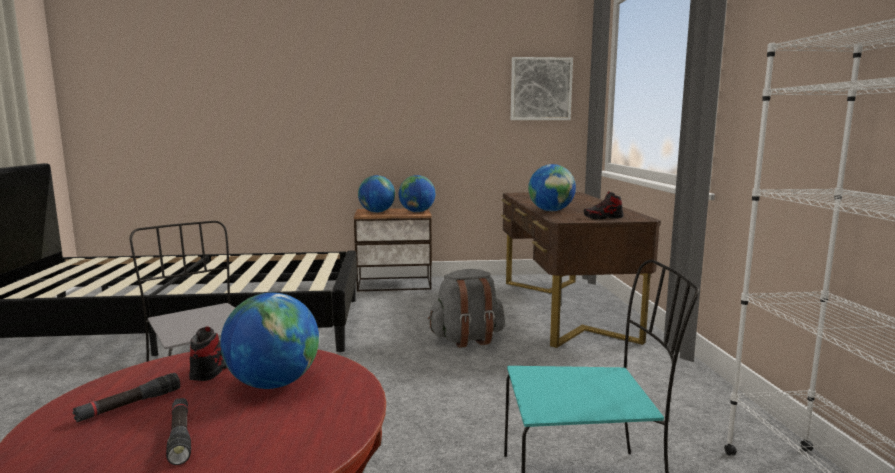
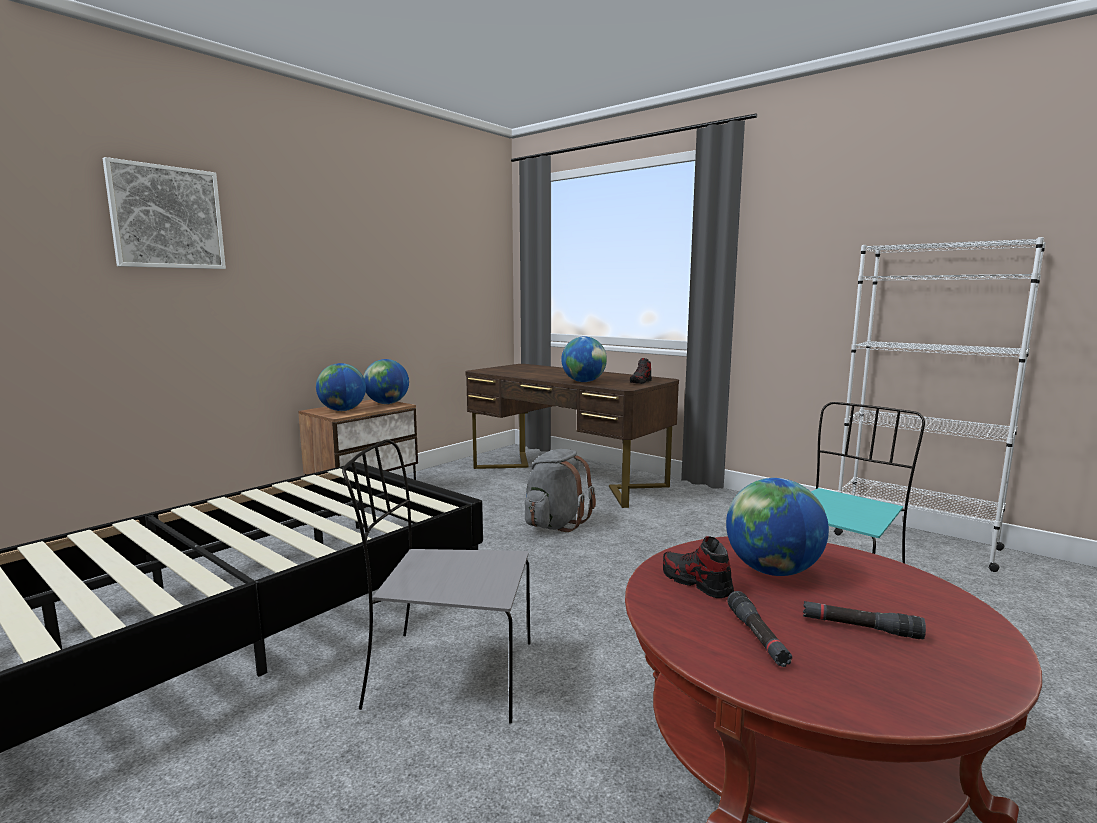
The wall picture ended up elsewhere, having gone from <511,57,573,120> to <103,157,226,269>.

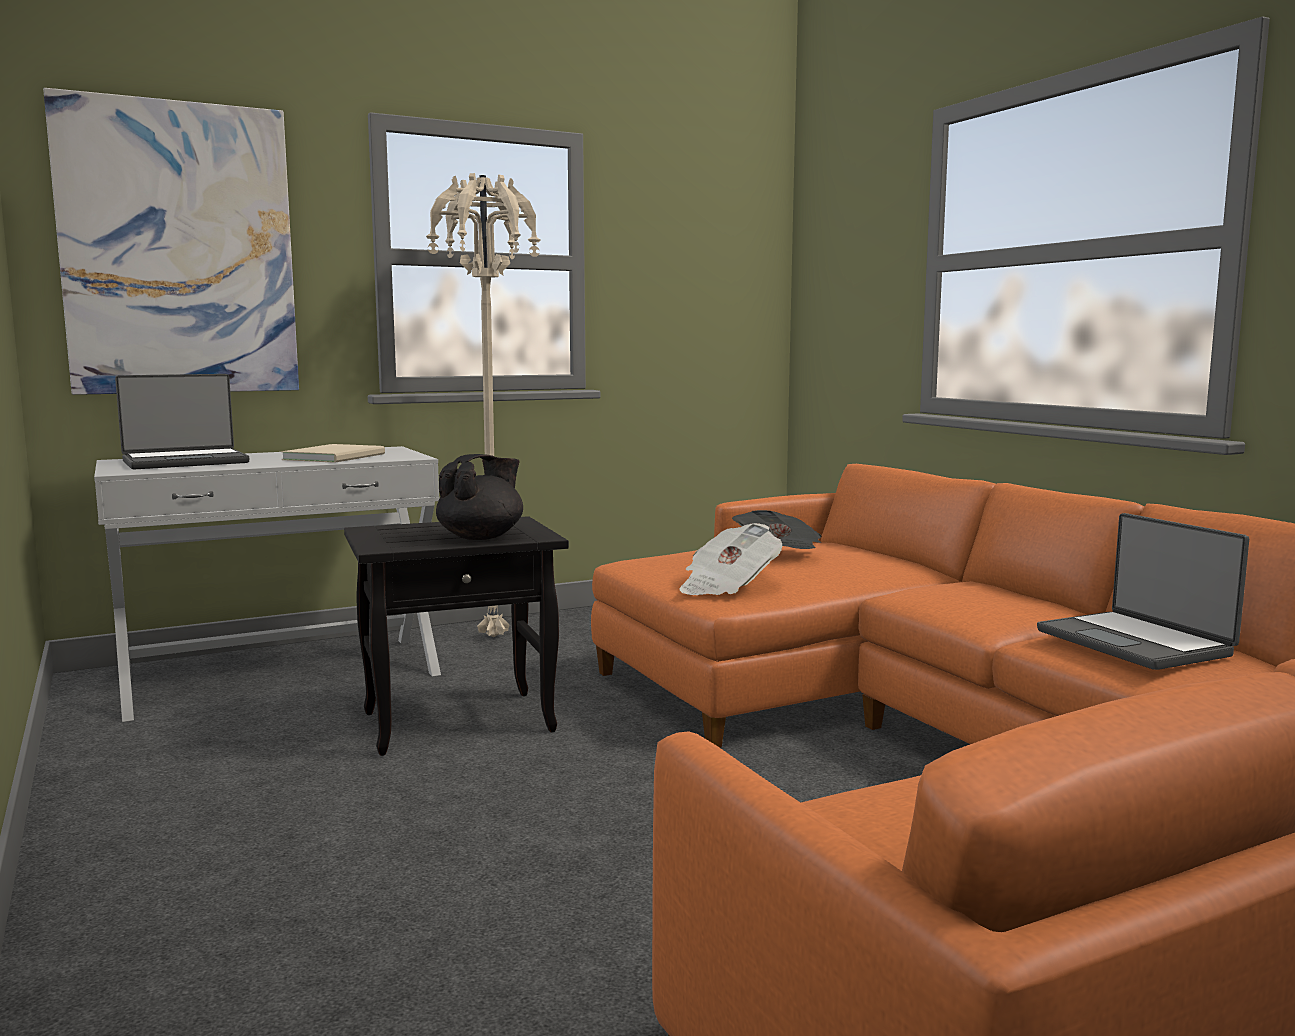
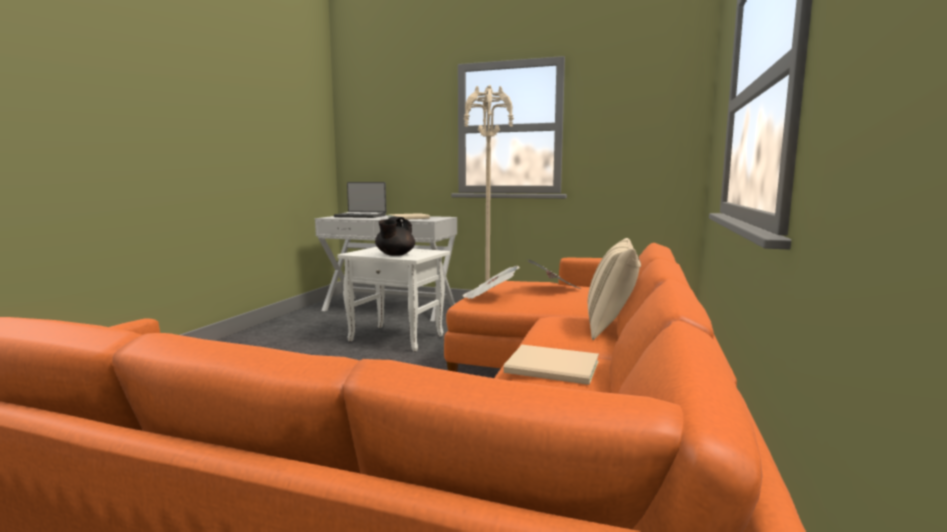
The second view lost the wall picture at <43,88,299,395>.
The teapot (black) at <436,454,523,540> ended up facing another way, 120 degrees clockwise from before.
Where the notebook computer stood at <1037,513,1249,670>, the book (beige) came to stand at <503,345,599,385>.
What was the end table (black) at <344,516,569,756> turned into the end table (whitish) at <337,247,450,352>.
The second view gained the pillow (beige) at <588,238,641,340>.

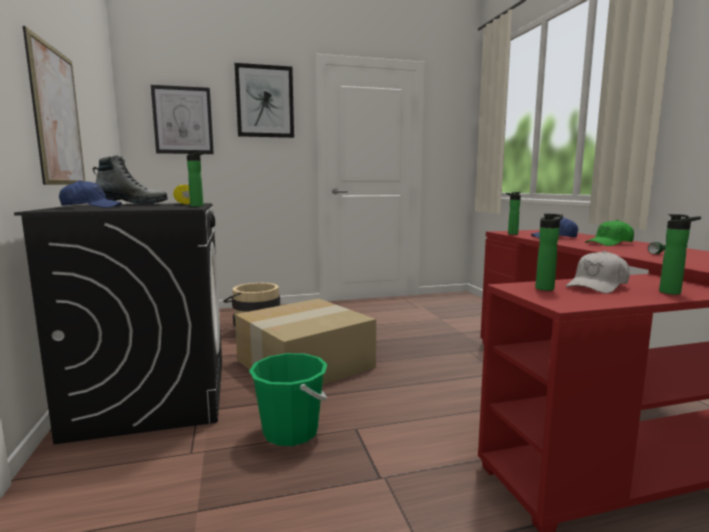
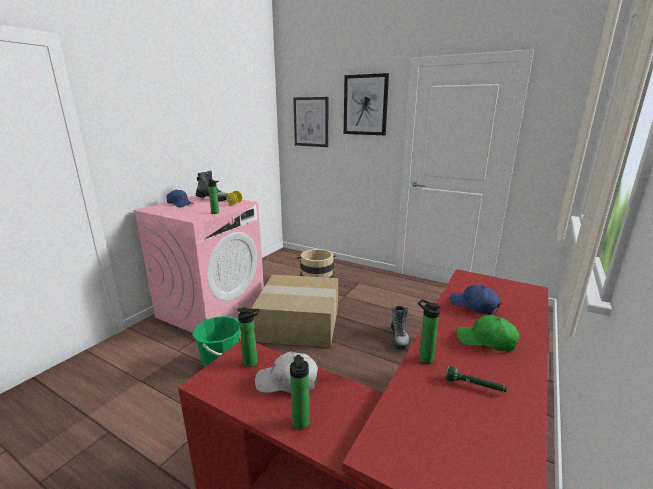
The second view lost the wall picture at <23,26,85,185>.
The beverage bottle ended up elsewhere, having gone from <506,192,521,235> to <418,299,440,364>.
What was the laundry appliance (black) at <14,203,222,445> turned into the laundry appliance (pinkish) at <133,195,264,333>.
The second view gained the tall boot at <391,306,410,349>.

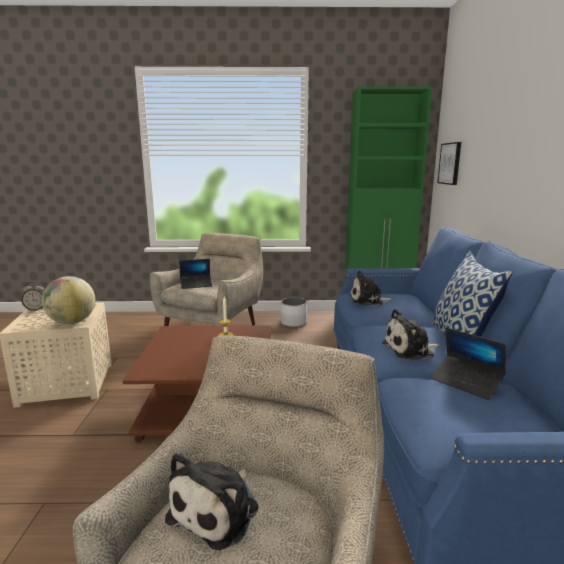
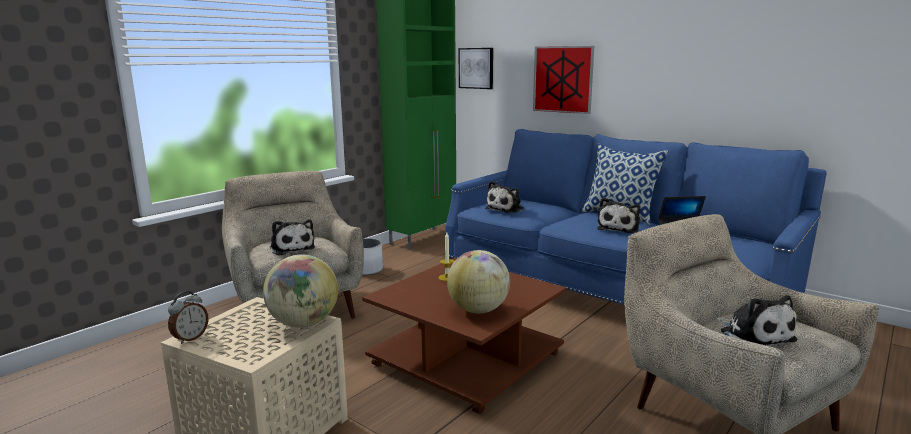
Where the notebook computer stood at <179,259,212,289>, the soft toy came to stand at <270,219,315,256>.
The second view gained the wall picture at <533,46,594,114>.
The second view gained the world globe at <447,250,510,313>.

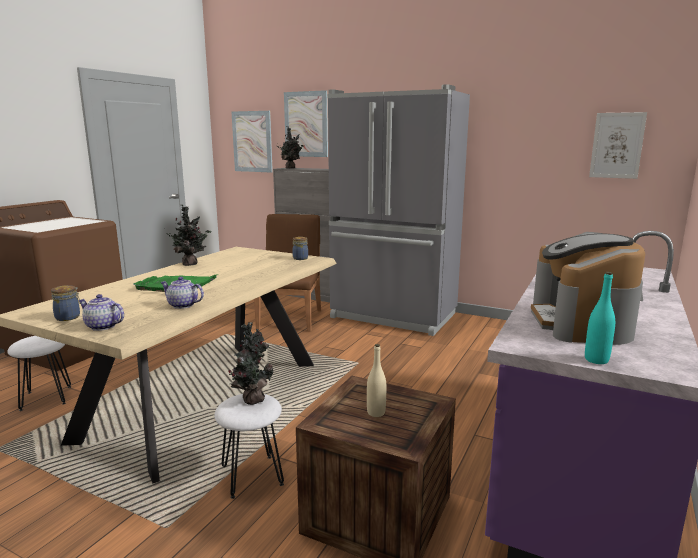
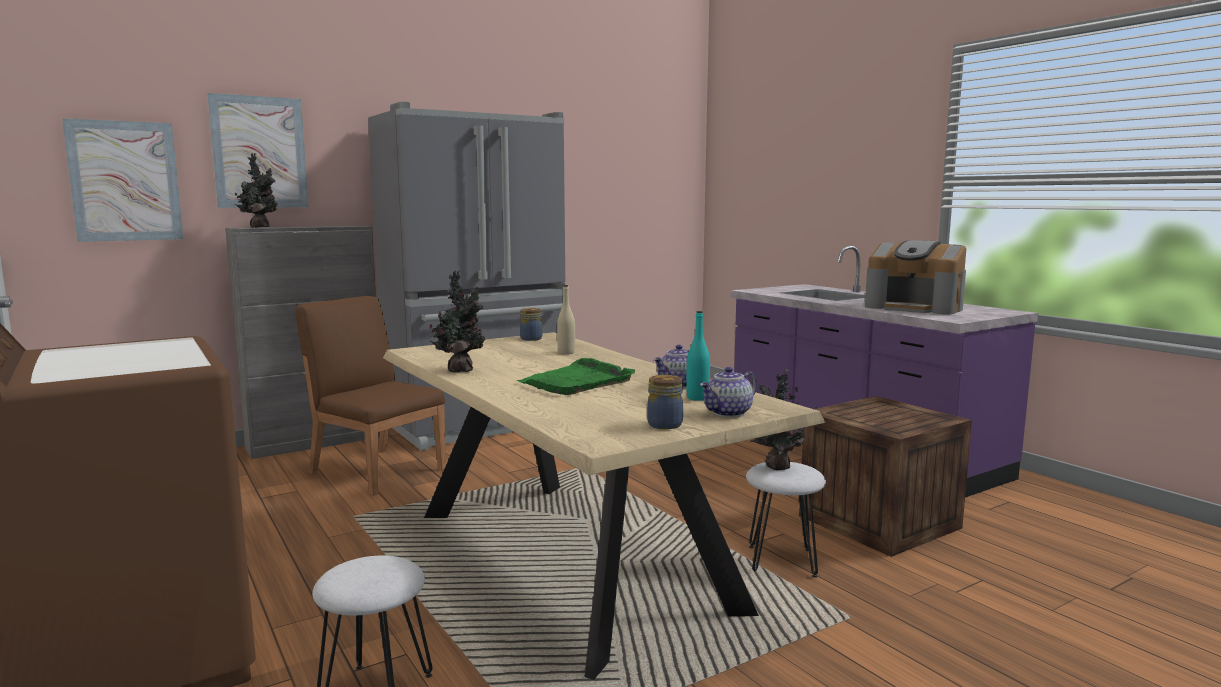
The second view lost the wall picture at <589,112,647,179>.
The beverage bottle (turquoise) ended up elsewhere, having gone from <585,272,615,364> to <686,311,710,401>.
The beverage bottle (beige) ended up elsewhere, having gone from <367,344,386,417> to <557,285,575,354>.

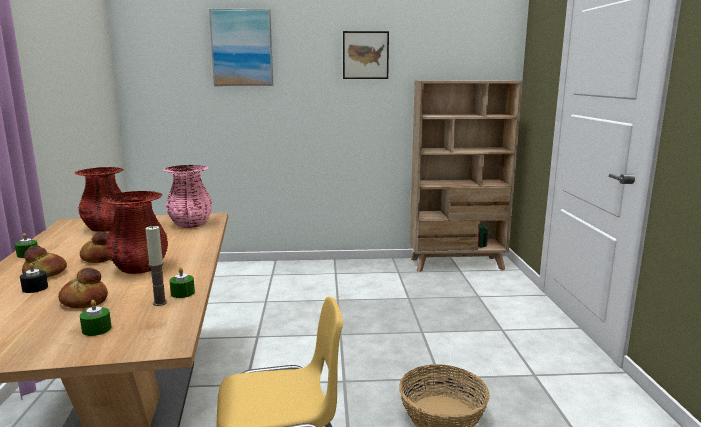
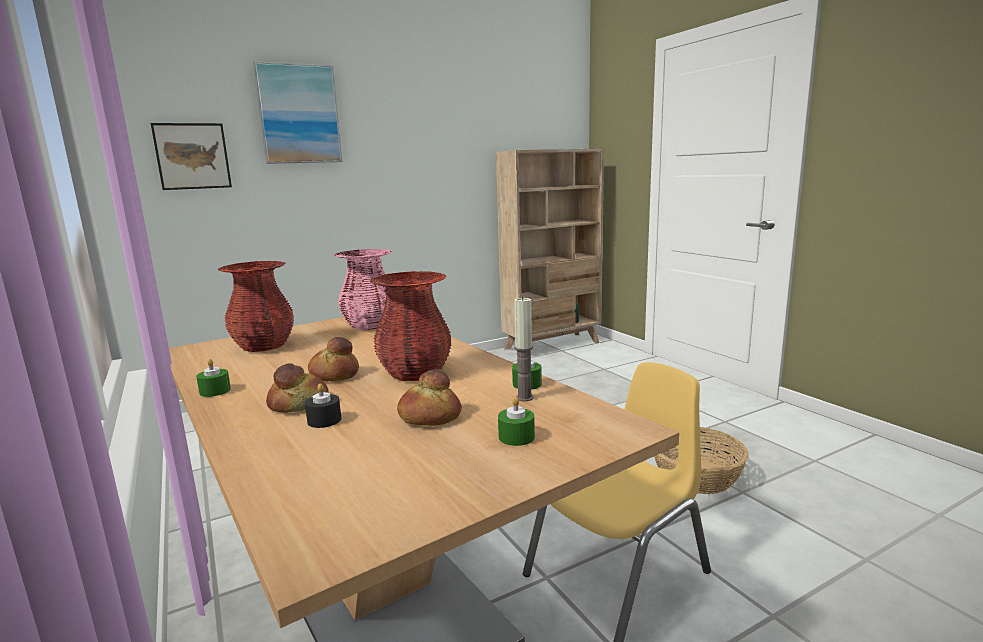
The wall picture ended up elsewhere, having gone from <343,31,389,79> to <151,123,232,190>.

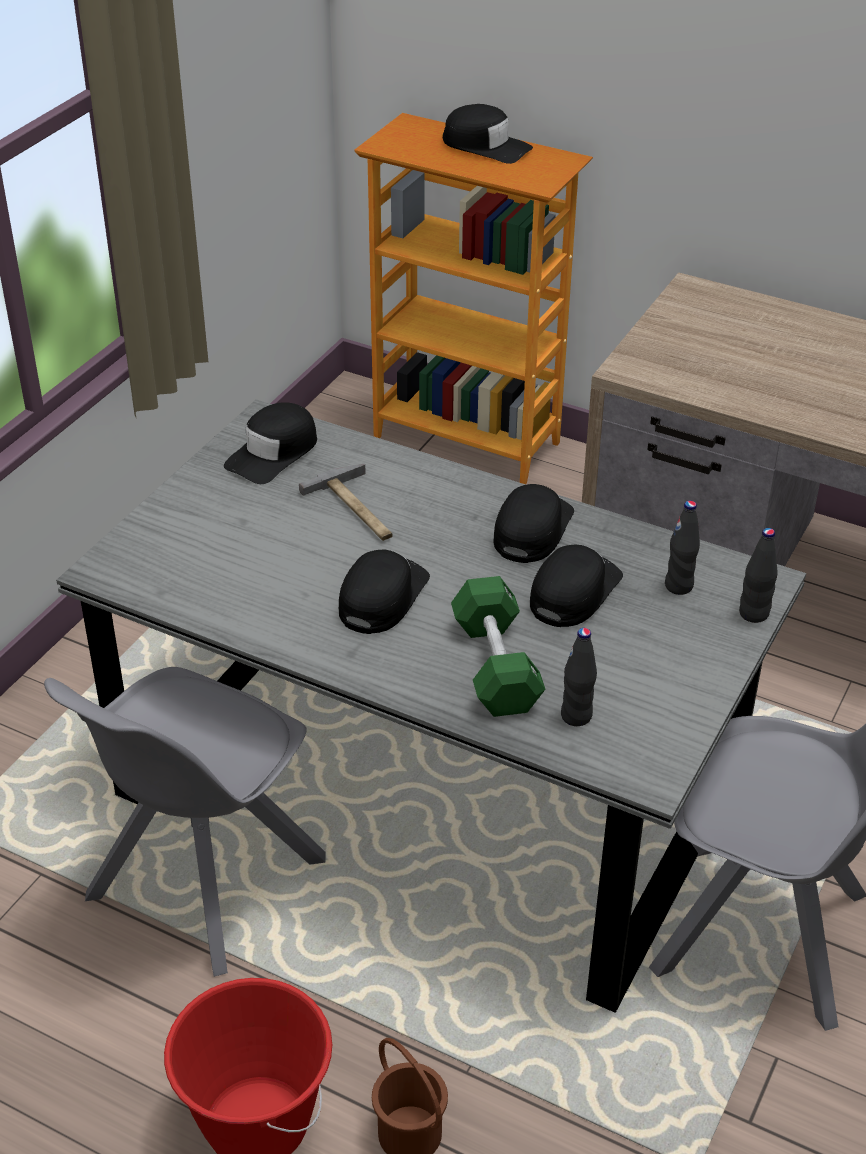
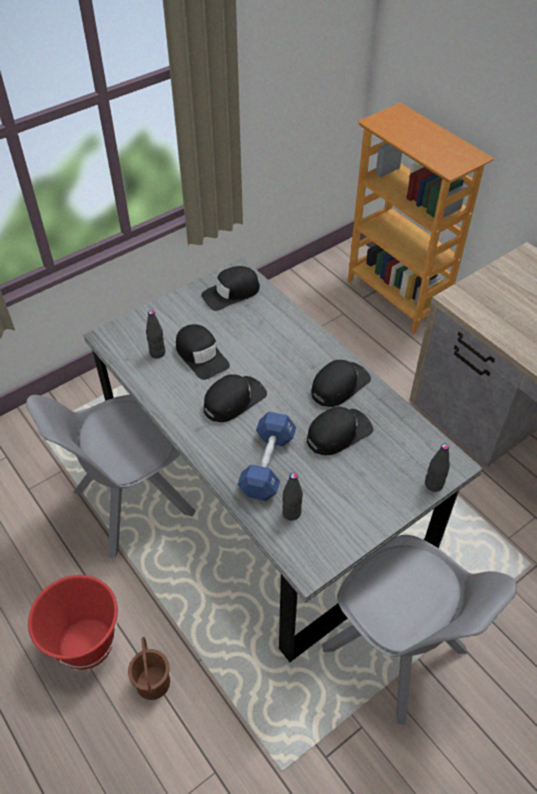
The baseball cap (black) ended up elsewhere, having gone from <442,104,533,164> to <176,324,230,380>.
The second view lost the tool hammer at <299,464,393,541>.
The beverage bottle (black) ended up elsewhere, having gone from <665,500,700,595> to <146,310,165,359>.
What was the hand weight (green-coloured) at <451,576,545,717> turned into the hand weight (blue) at <237,412,296,501>.

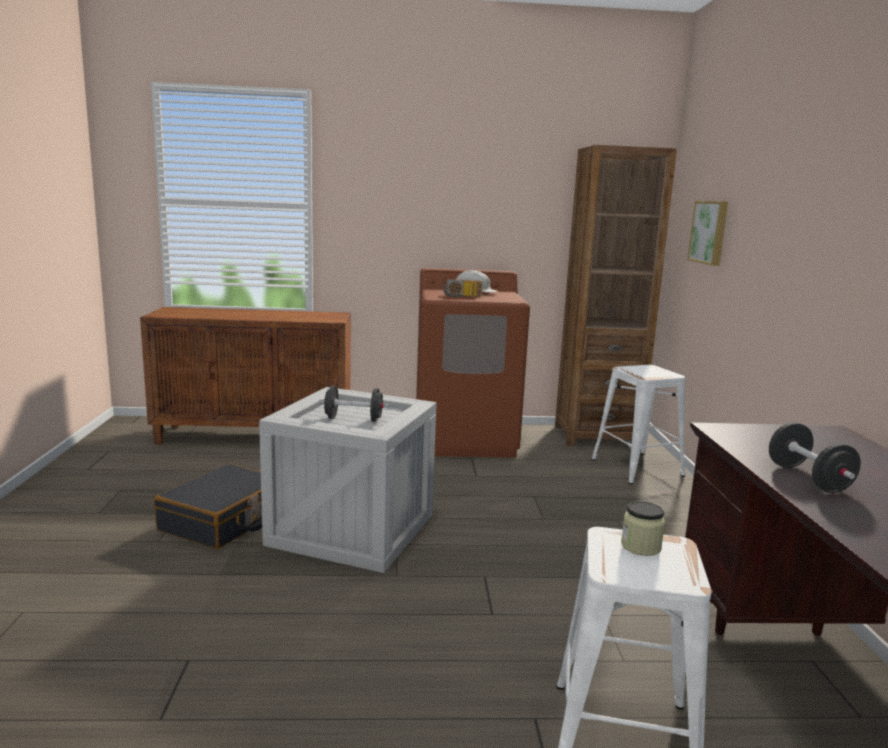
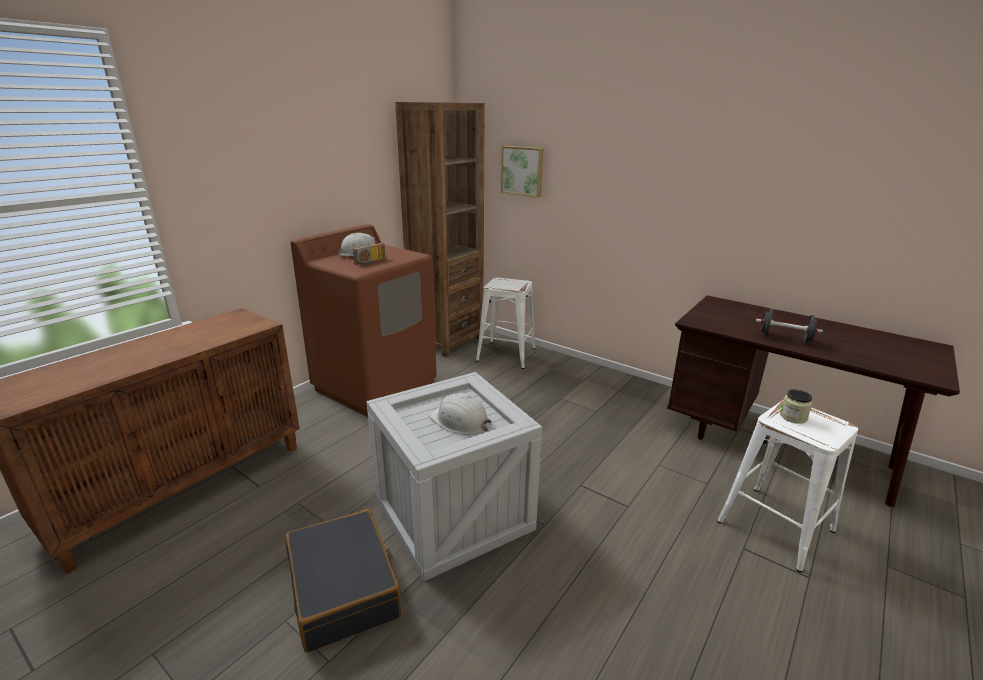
Where the hand weight (black) stood at <319,386,389,422>, the hard hat (whitish) came to stand at <429,393,491,435>.

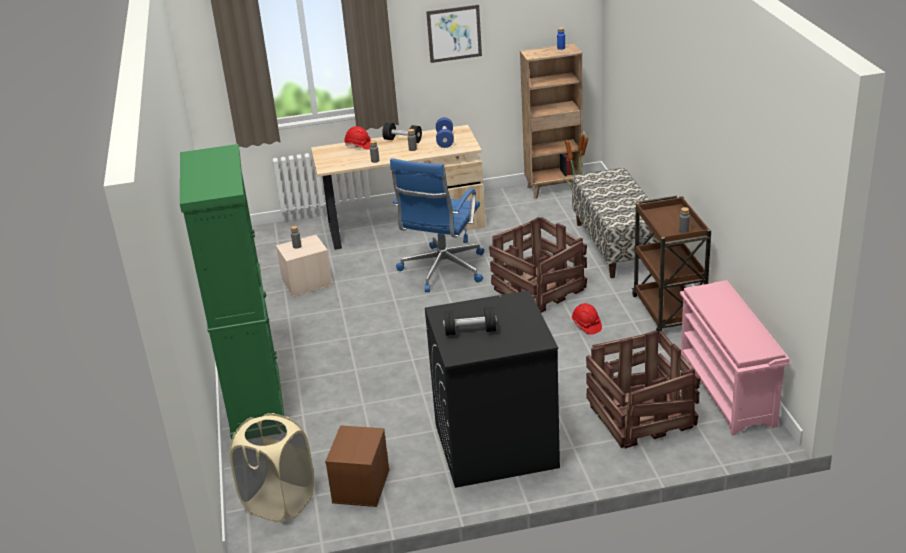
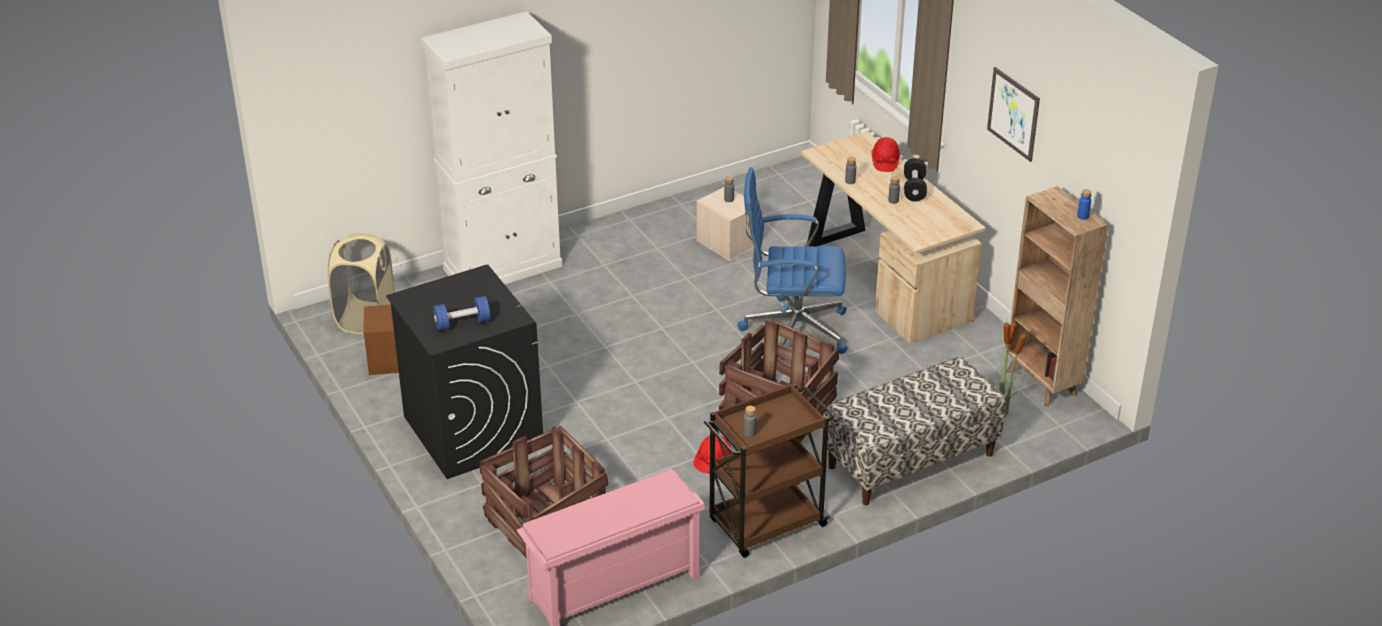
The hand weight (blue) ended up elsewhere, having gone from <436,117,454,148> to <433,296,490,331>.
What was the storage cabinet (green-coloured) at <180,144,284,440> turned into the storage cabinet (whitish) at <421,11,563,284>.
The second view lost the hand weight (black) at <443,307,497,336>.

